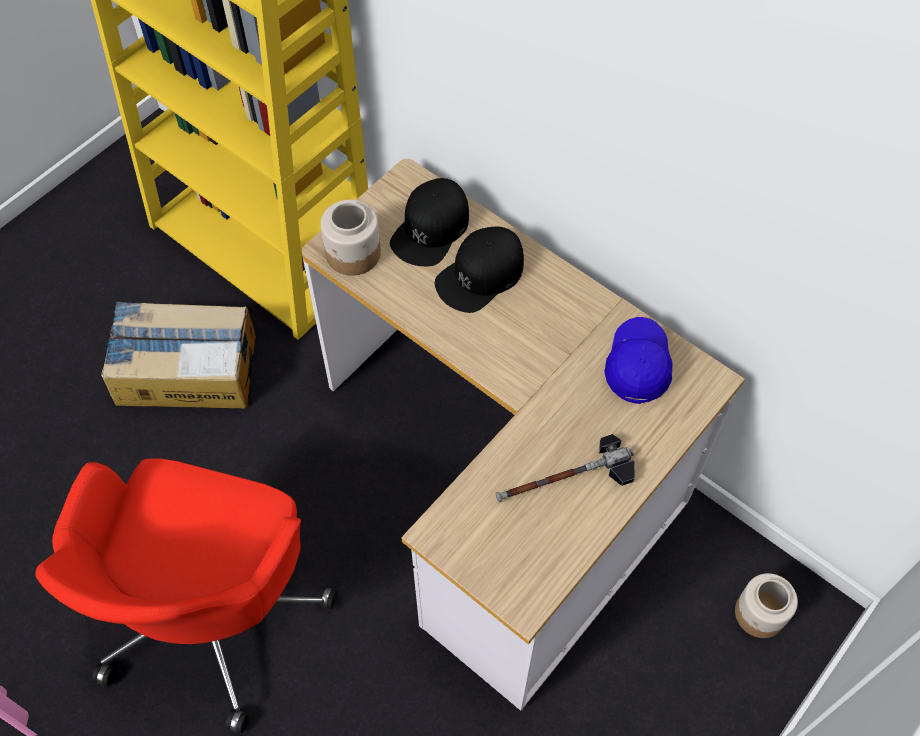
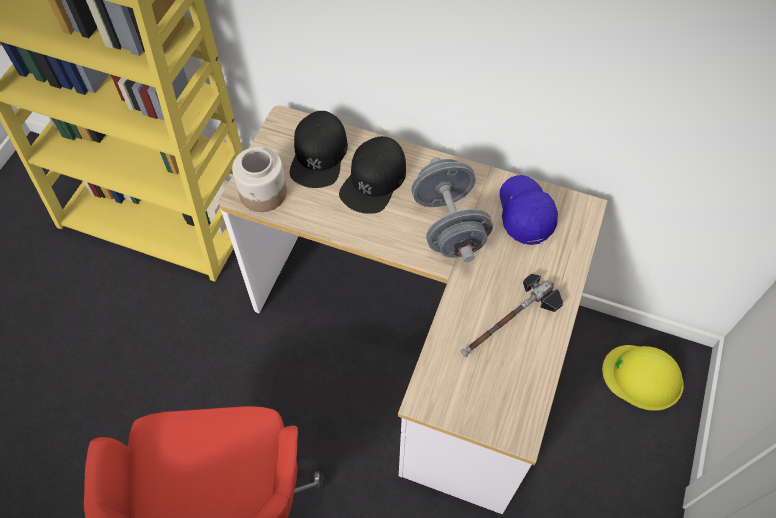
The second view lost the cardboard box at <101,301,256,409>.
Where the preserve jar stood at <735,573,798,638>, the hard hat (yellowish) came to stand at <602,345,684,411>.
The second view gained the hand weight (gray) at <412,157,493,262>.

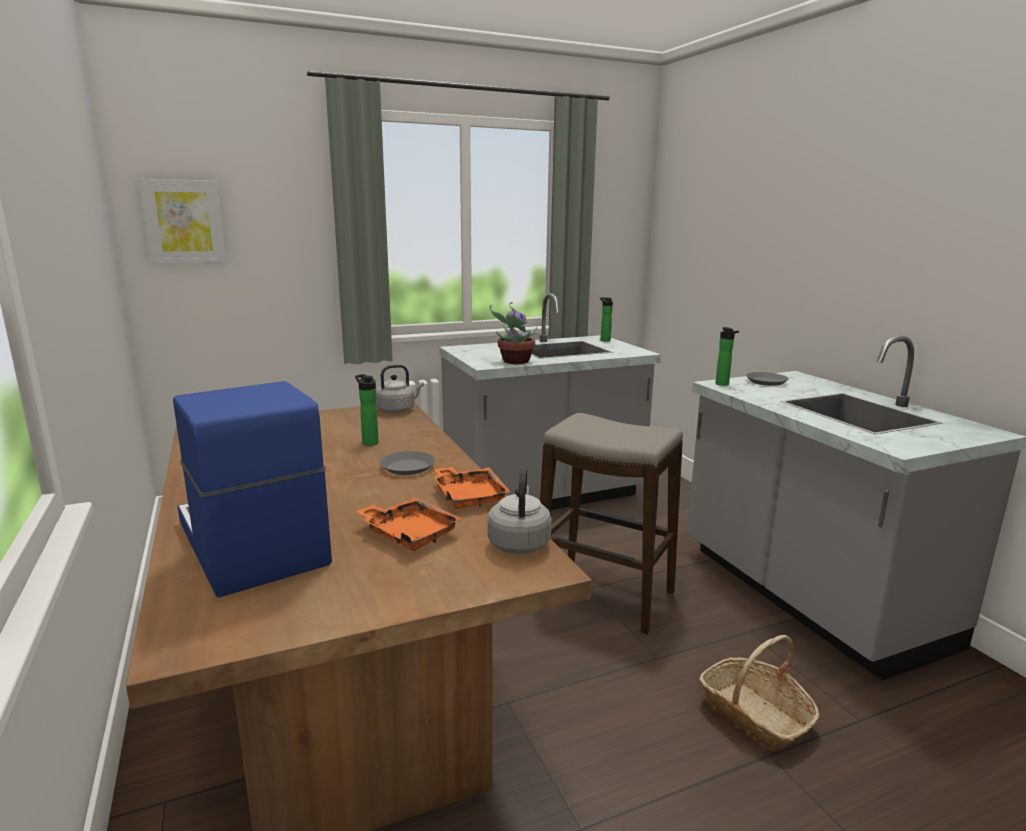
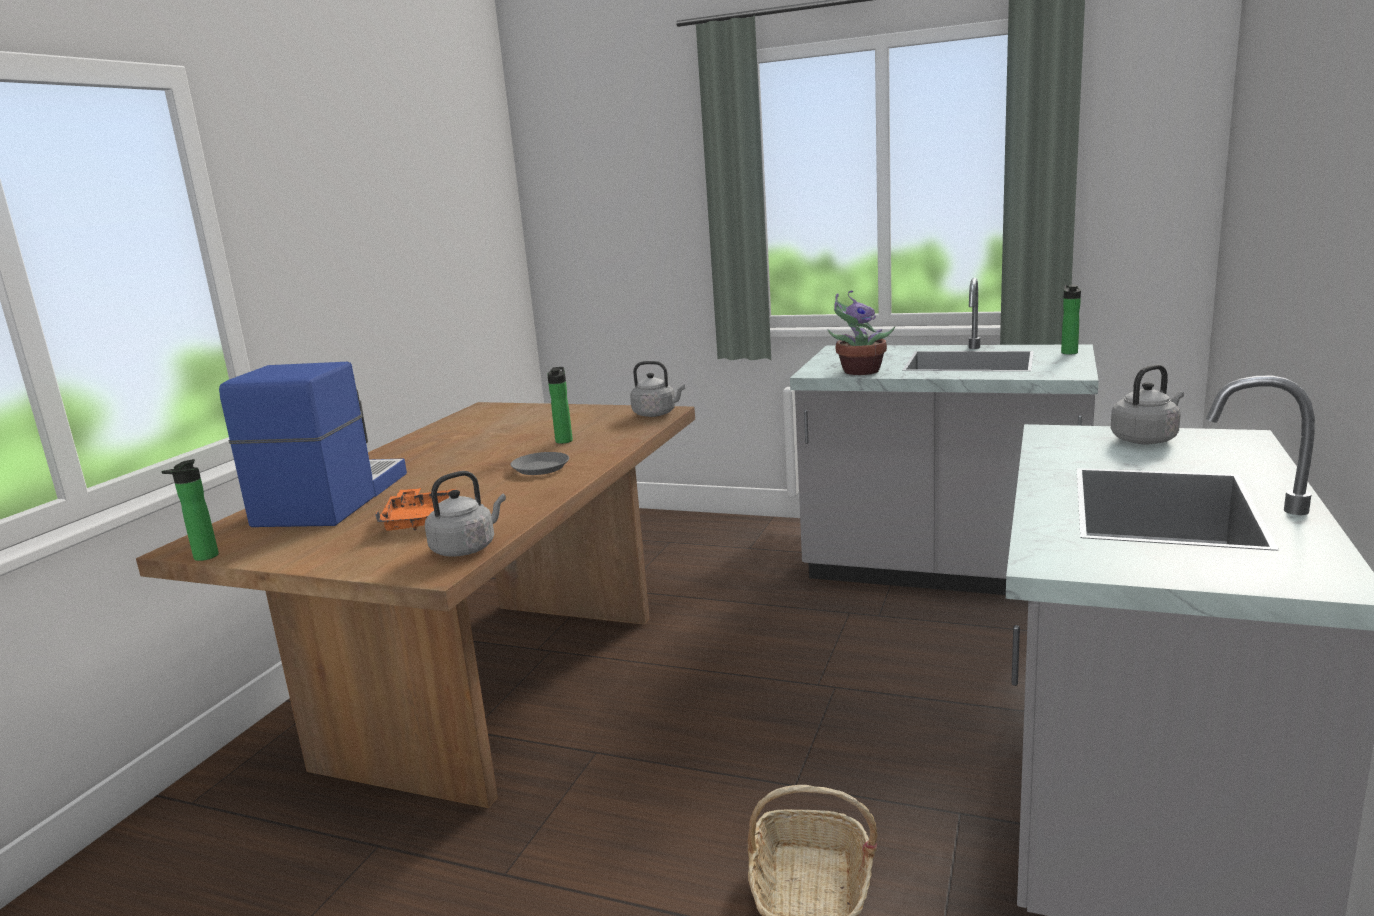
The second view lost the wall picture at <139,179,227,264>.
The beverage bottle ended up elsewhere, having gone from <715,327,739,386> to <161,459,219,561>.
Where the dinner plate (gray) stood at <746,372,789,386>, the water kettle (gray) came to stand at <1111,364,1184,444>.
The second view lost the stool at <540,413,683,634>.
The second view lost the carrying tray (orange-coloured) at <434,467,511,509>.

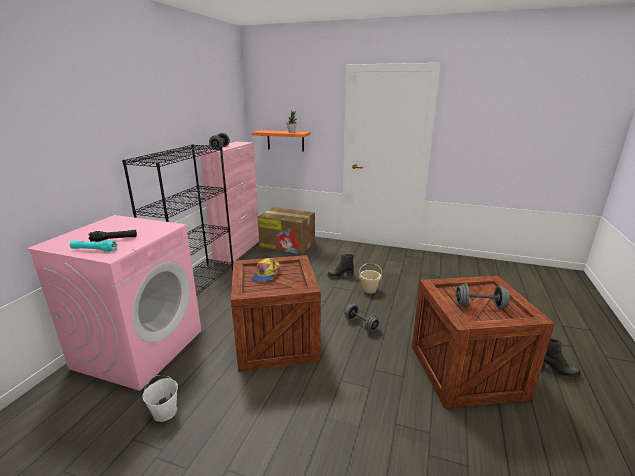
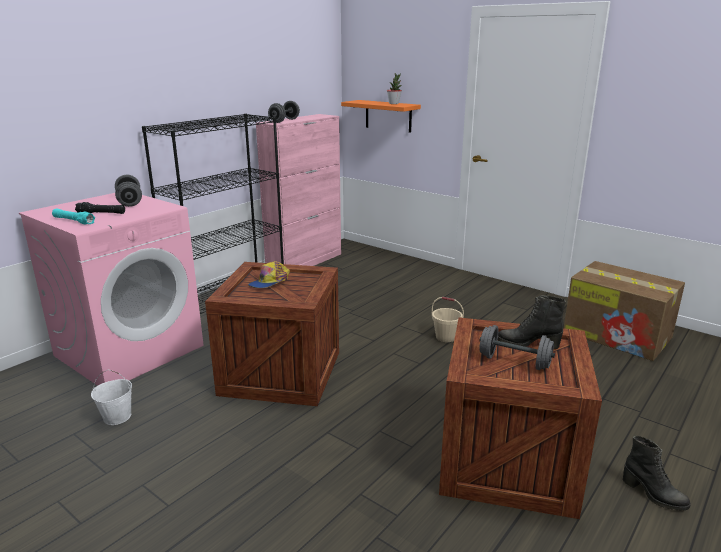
The cardboard box ended up elsewhere, having gone from <258,207,315,254> to <564,261,685,361>.
The tall boot (black) ended up elsewhere, having gone from <327,254,354,278> to <498,295,566,349>.
The hand weight (gray) ended up elsewhere, having gone from <345,304,380,332> to <115,175,142,207>.

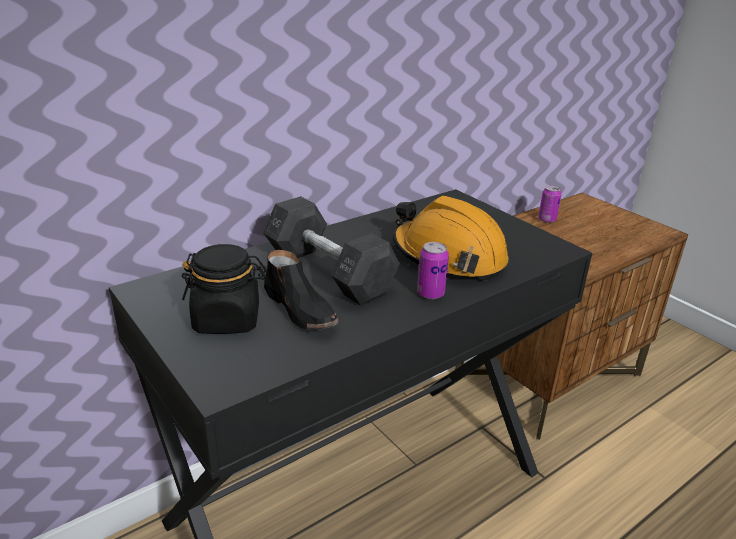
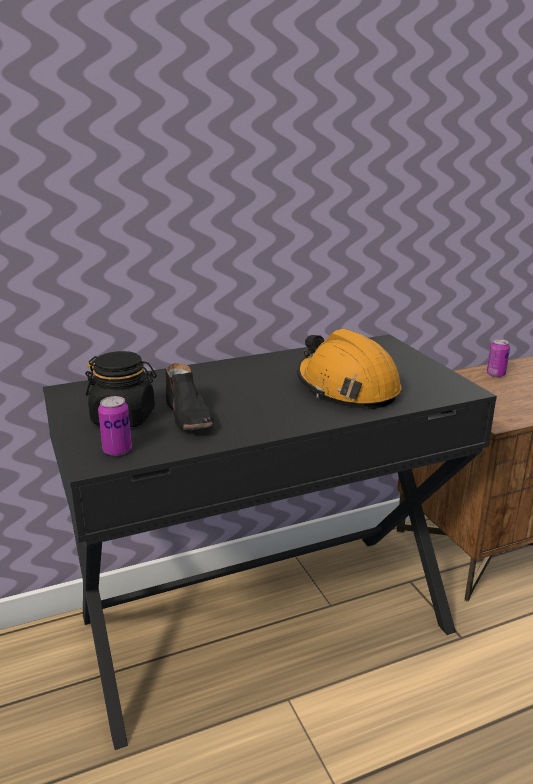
The second view lost the hand weight (gray) at <263,196,400,306>.
The metal can ended up elsewhere, having gone from <417,242,449,299> to <98,396,132,456>.

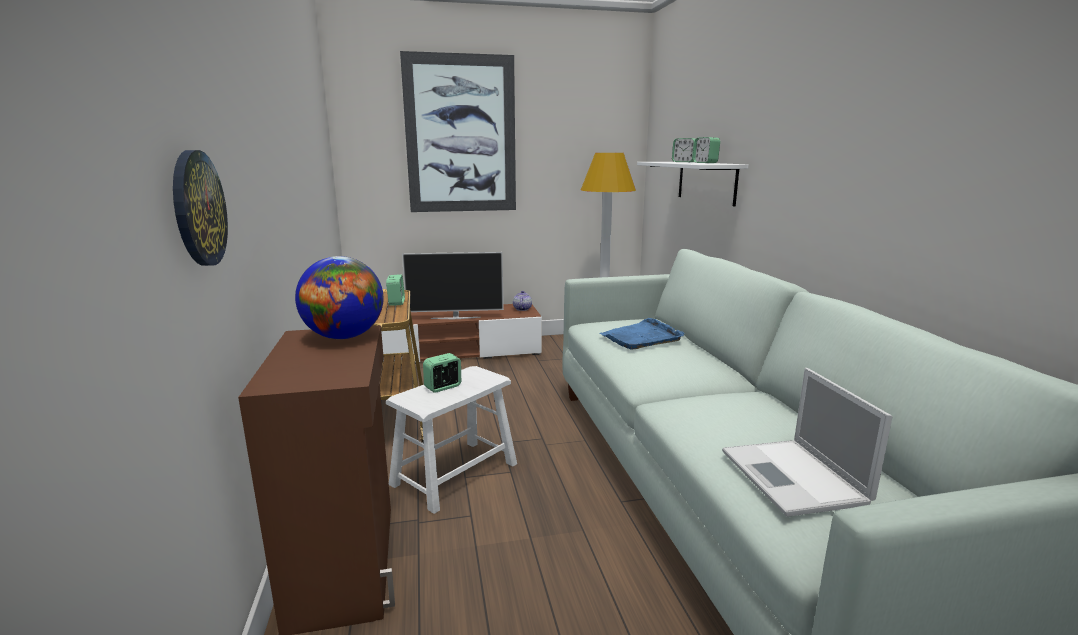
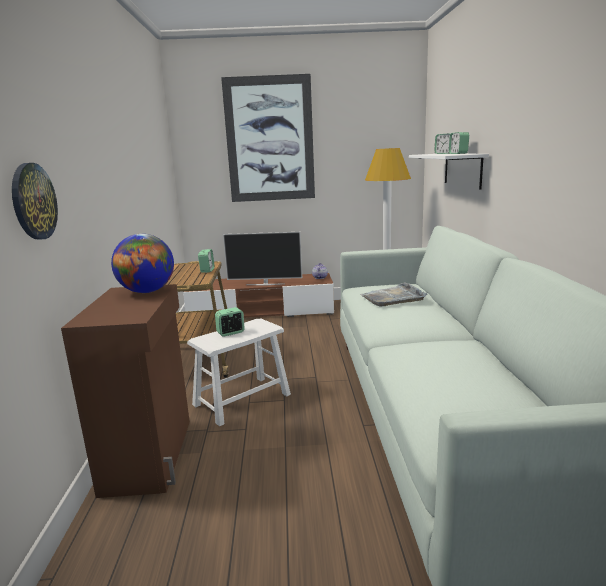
What was the carrying tray (blue) at <600,318,684,349> turned into the carrying tray (gray) at <360,282,427,307>.
The second view lost the notebook computer at <722,368,893,517>.

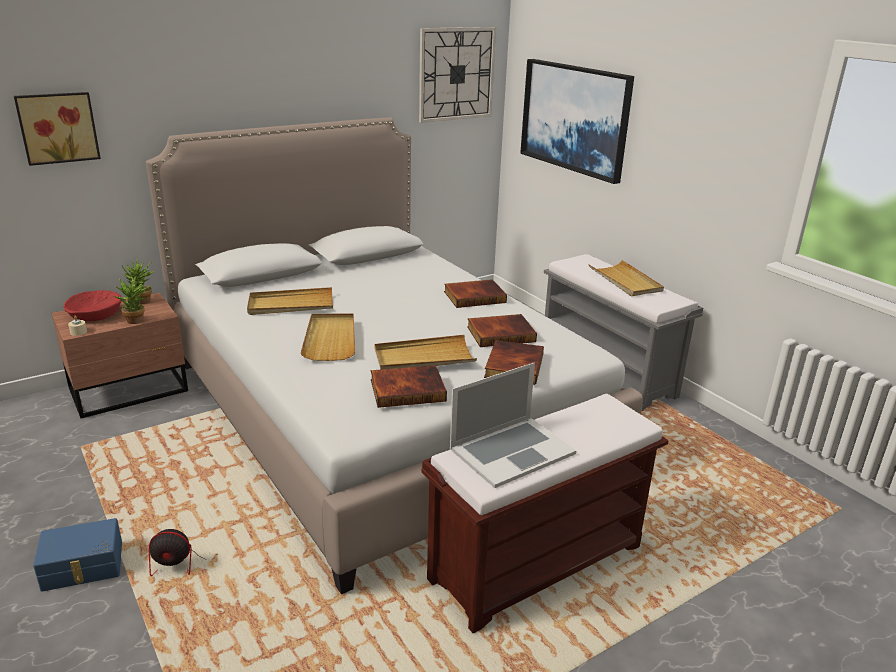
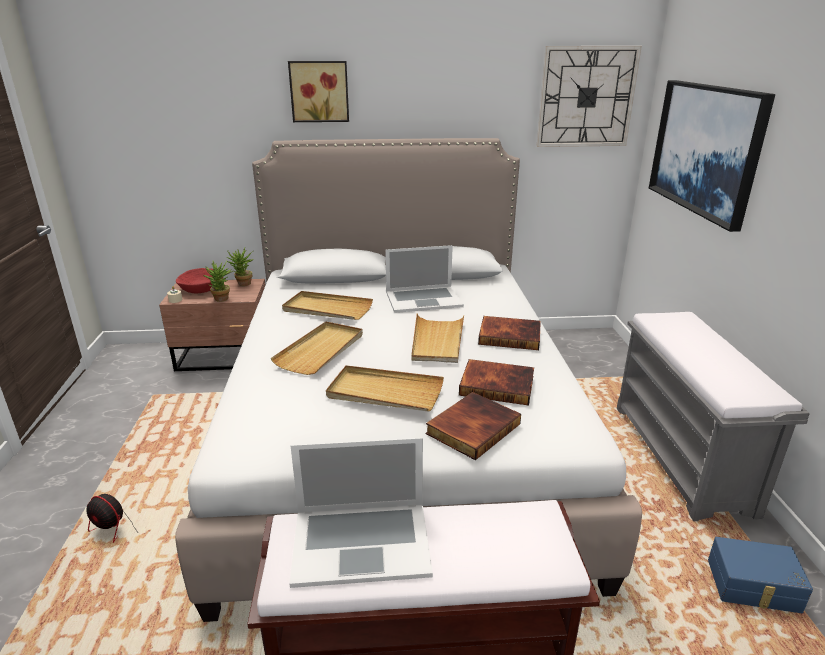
The wall picture ended up elsewhere, having gone from <14,92,101,166> to <288,61,349,122>.
The carrying tray (beige) ended up elsewhere, having gone from <588,260,664,297> to <412,314,464,363>.
The second view lost the book at <371,365,447,408>.
The storage container (blue) ended up elsewhere, having gone from <33,518,122,592> to <708,537,813,613>.
The second view gained the notebook computer at <385,245,464,313>.

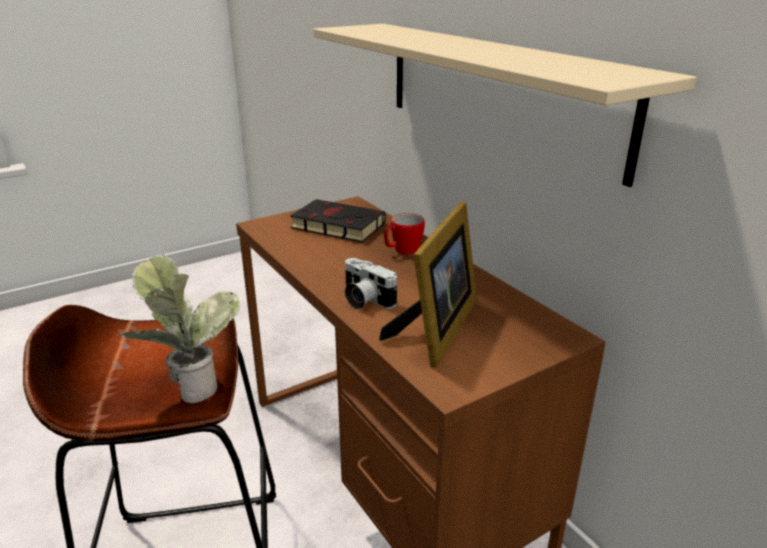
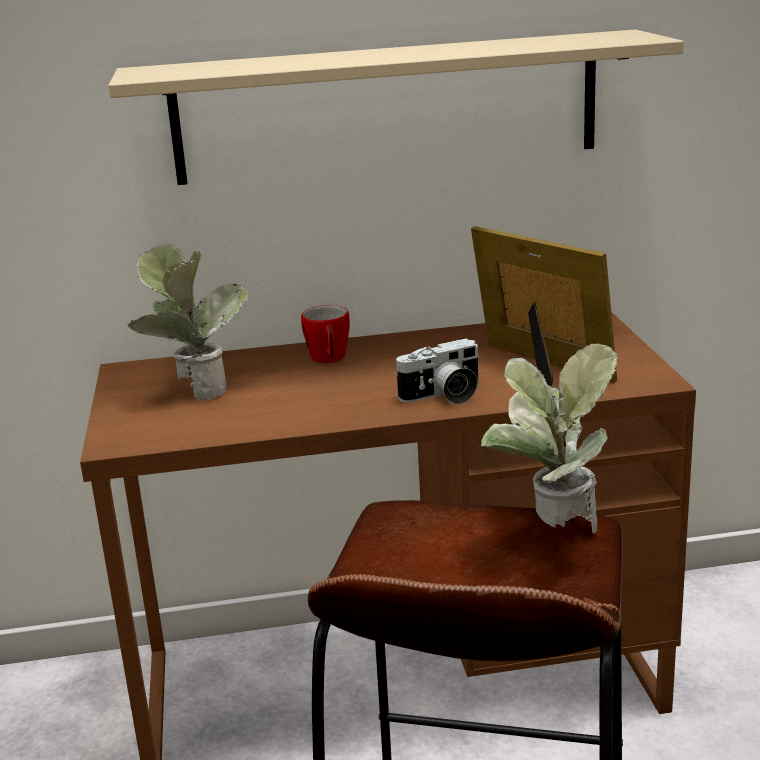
Where the book (black) stood at <290,199,386,242>, the houseplant came to stand at <128,243,249,400>.

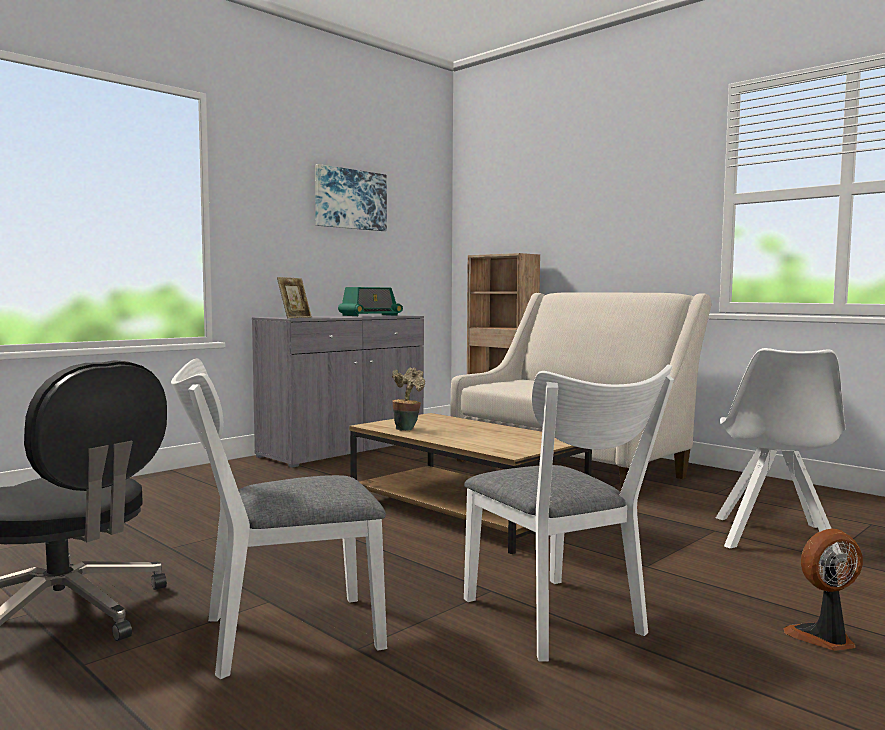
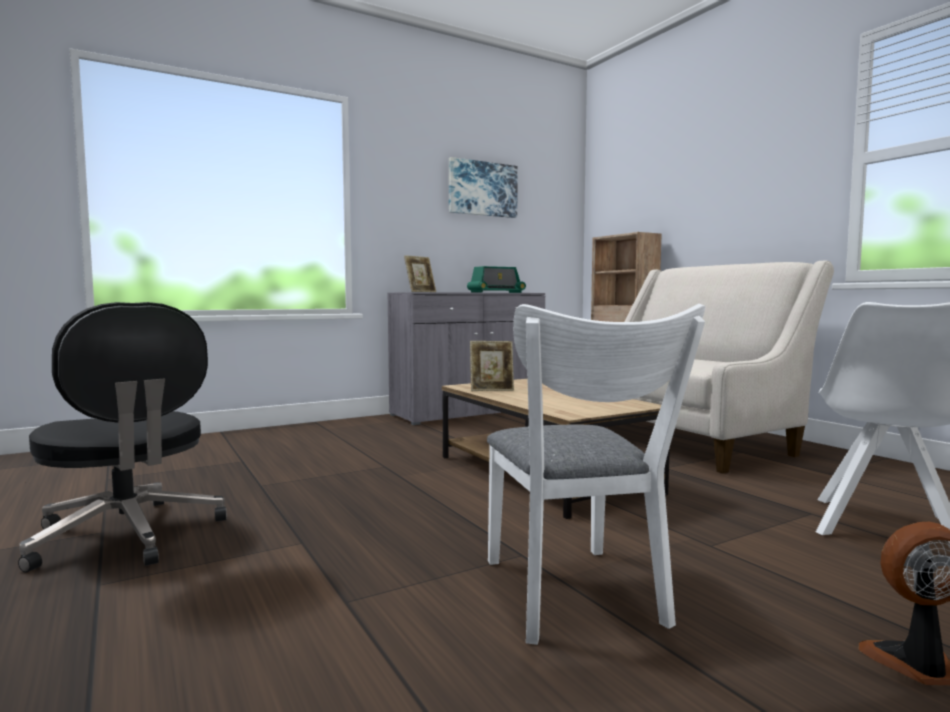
The second view lost the upright chair (whitish) at <171,358,387,679>.
Where the houseplant stood at <392,368,425,431>, the picture frame came to stand at <470,341,514,391>.

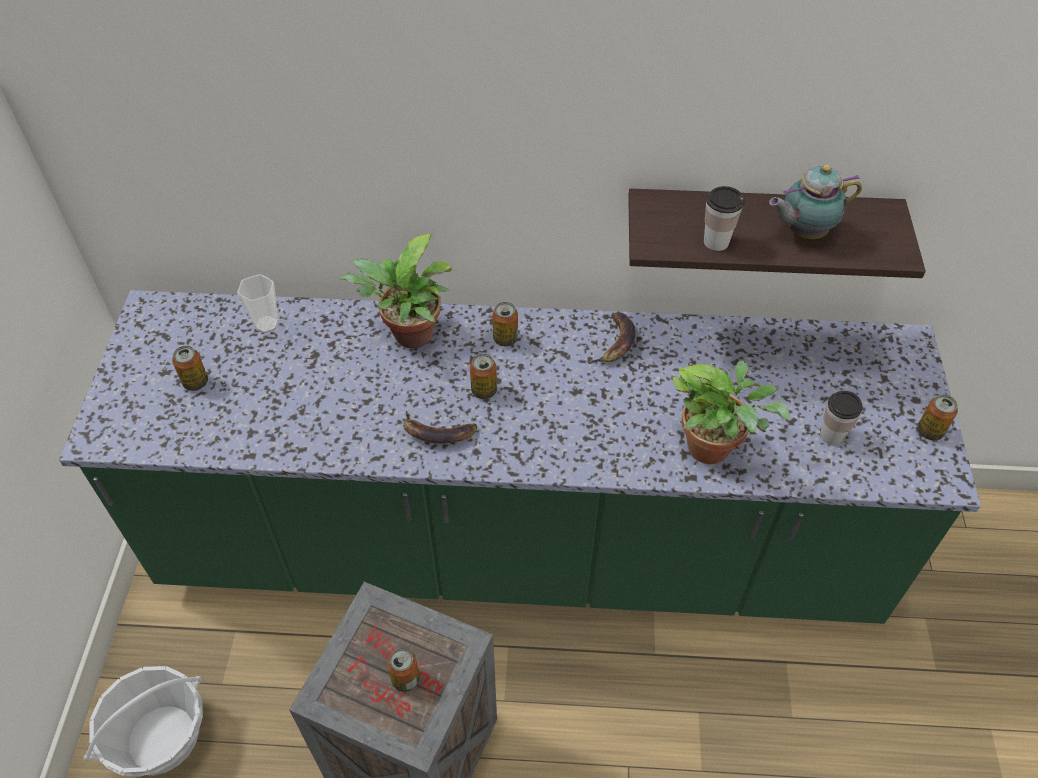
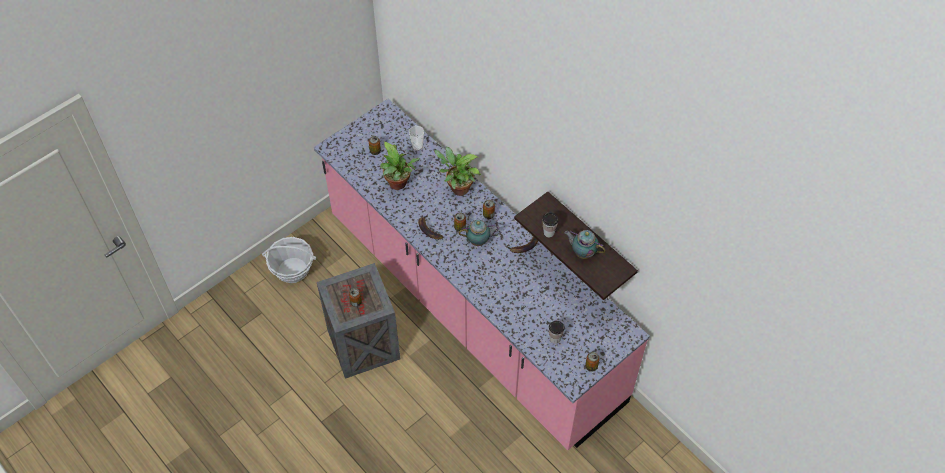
What was the kitchen base unit (green-coloured) at <59,290,981,624> turned into the kitchen base unit (pinkish) at <314,99,650,450>.
The houseplant ended up elsewhere, having gone from <673,361,790,464> to <380,142,420,190>.
The second view gained the teapot at <459,220,500,246>.

